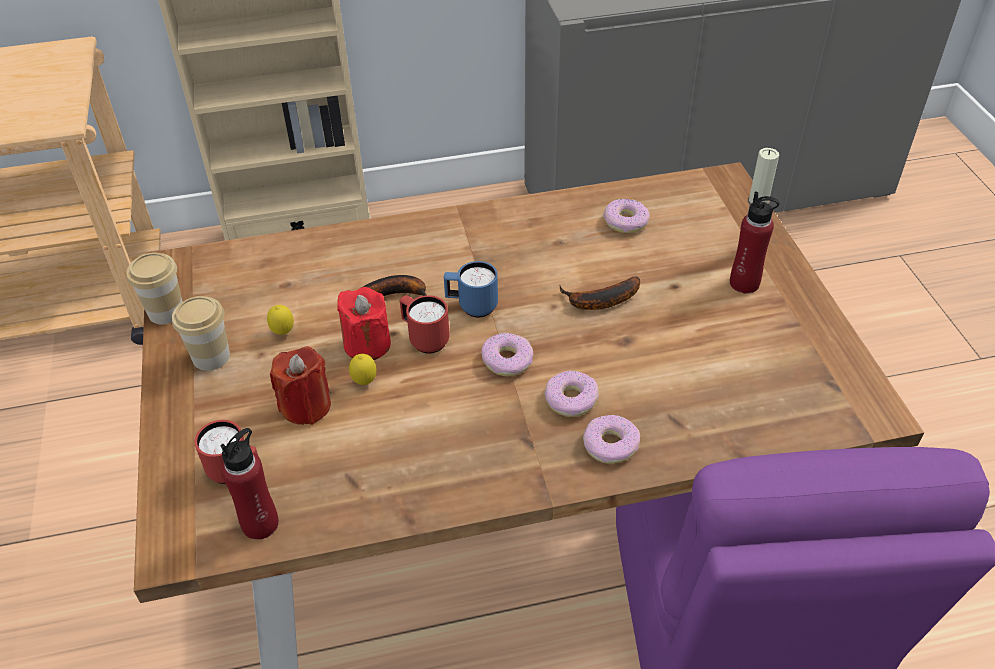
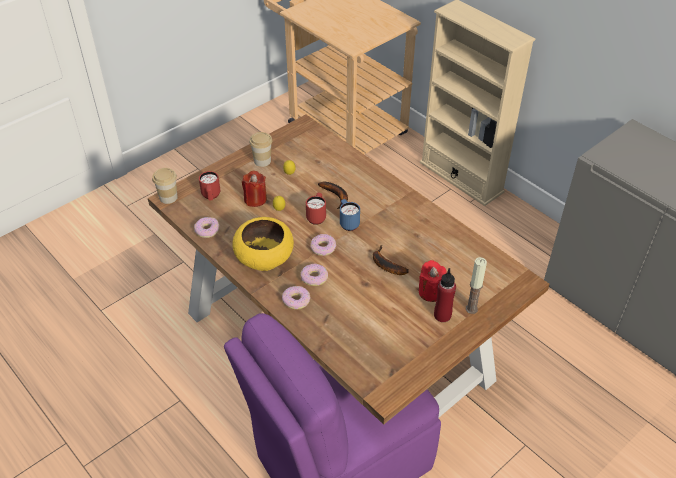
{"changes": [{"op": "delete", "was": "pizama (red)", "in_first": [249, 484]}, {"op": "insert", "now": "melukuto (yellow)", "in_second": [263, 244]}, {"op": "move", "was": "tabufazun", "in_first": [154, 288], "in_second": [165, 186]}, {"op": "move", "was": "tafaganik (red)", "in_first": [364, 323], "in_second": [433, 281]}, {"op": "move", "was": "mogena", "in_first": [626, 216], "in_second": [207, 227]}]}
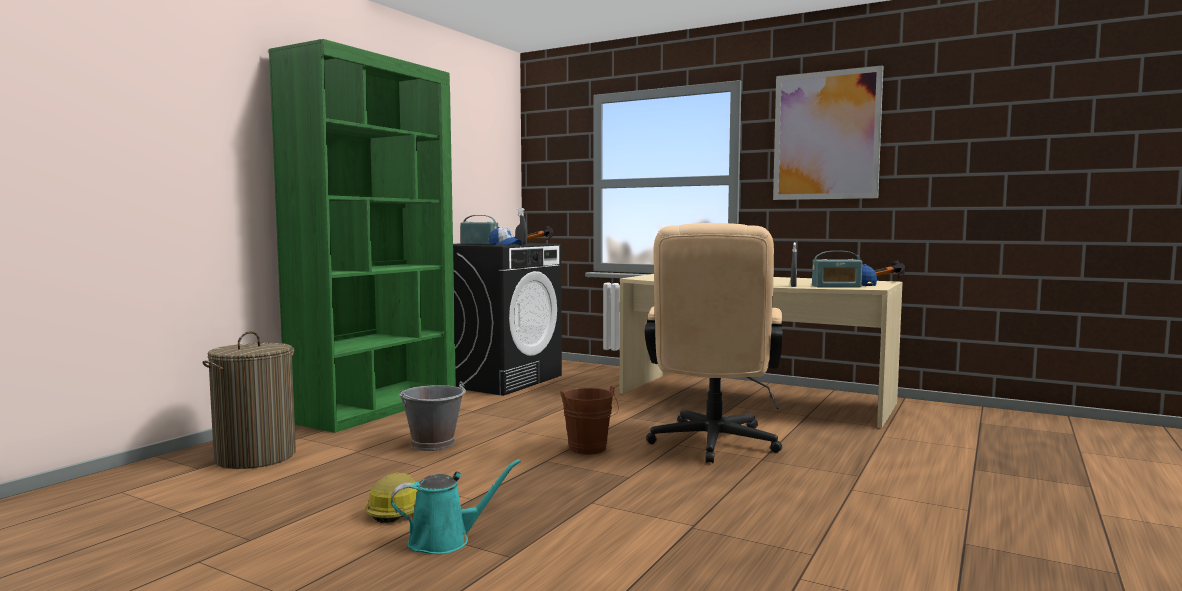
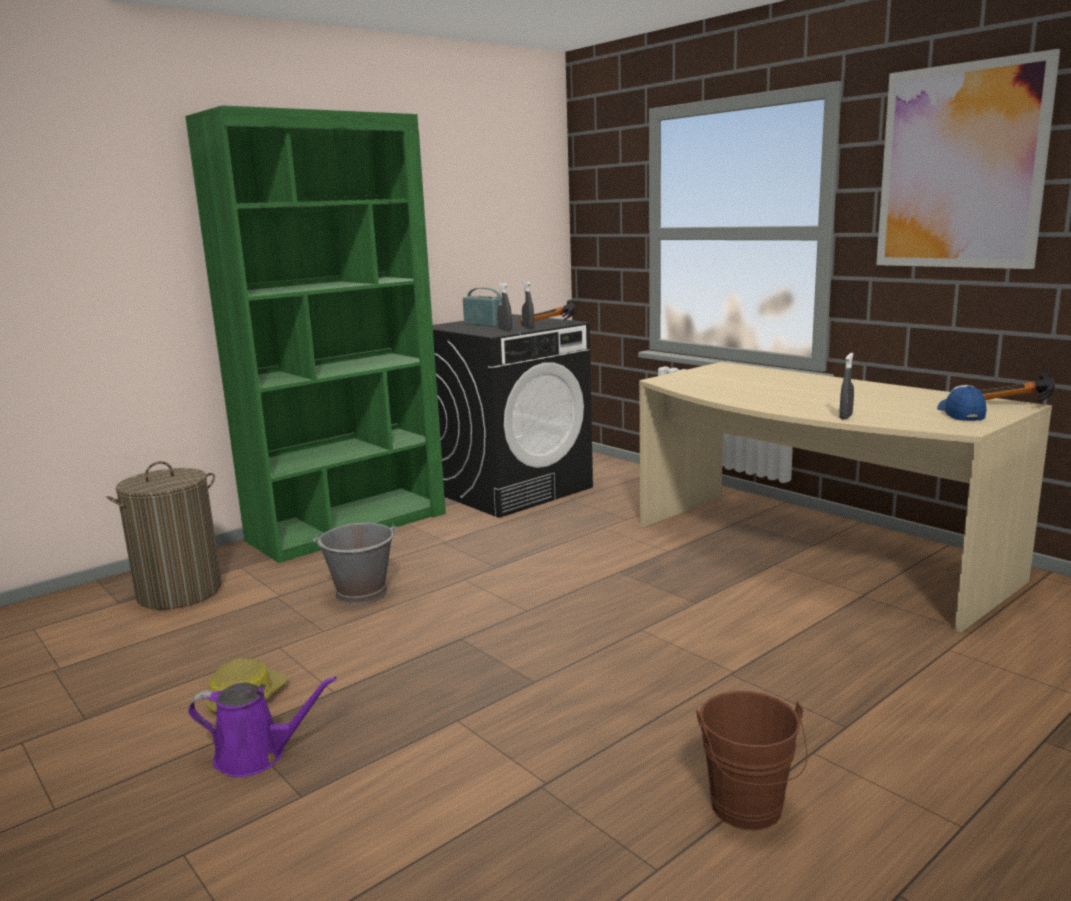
{"changes": [{"op": "delete", "was": "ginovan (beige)", "in_first": [713, 343]}, {"op": "delete", "was": "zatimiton", "in_first": [837, 269]}, {"op": "move", "was": "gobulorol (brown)", "in_first": [589, 420], "in_second": [751, 761]}, {"op": "replace", "was": "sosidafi", "now": "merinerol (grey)", "in_first": [505, 236], "in_second": [504, 307]}, {"op": "recolor", "was": "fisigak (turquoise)", "now": "fisigak (purple)", "in_first": [456, 506], "in_second": [262, 727]}]}
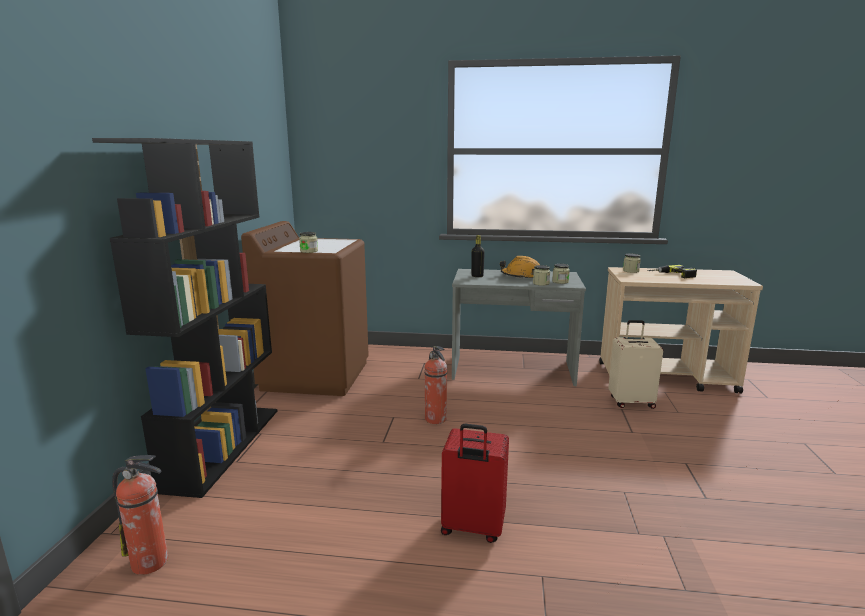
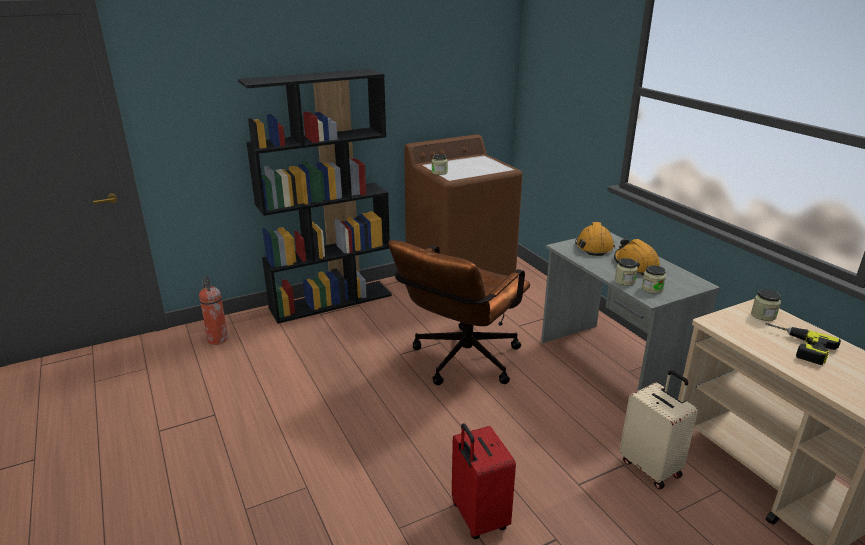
{"changes": [{"op": "move", "was": "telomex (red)", "in_first": [475, 483], "in_second": [484, 481]}, {"op": "replace", "was": "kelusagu", "now": "ginovan (brown)", "in_first": [435, 385], "in_second": [459, 312]}, {"op": "replace", "was": "pizama (black)", "now": "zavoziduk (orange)", "in_first": [478, 256], "in_second": [595, 239]}]}
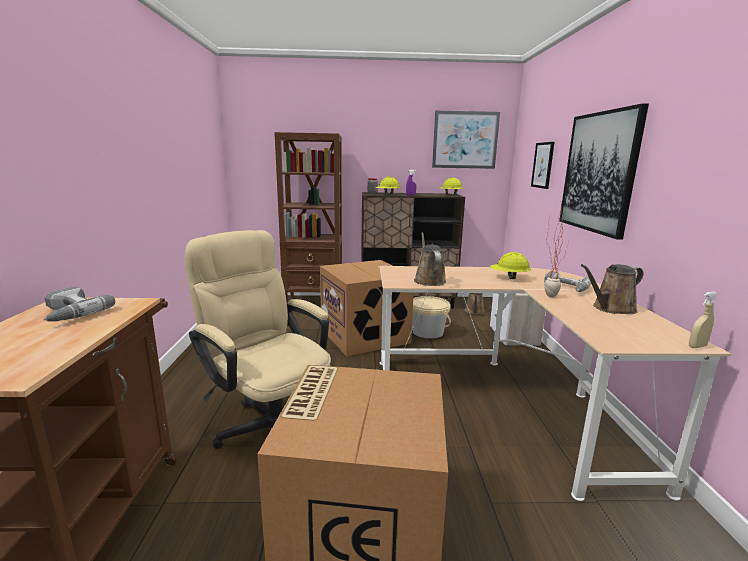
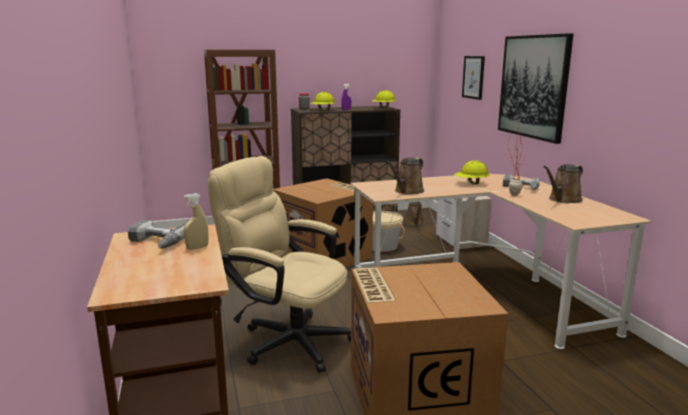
{"changes": [{"op": "delete", "was": "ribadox", "in_first": [466, 140]}, {"op": "move", "was": "merinerol (beige)", "in_first": [703, 320], "in_second": [196, 221]}, {"op": "rotate", "was": "fisigak (brown)", "in_first": [430, 259], "in_second": [405, 176], "clockwise": -120}]}
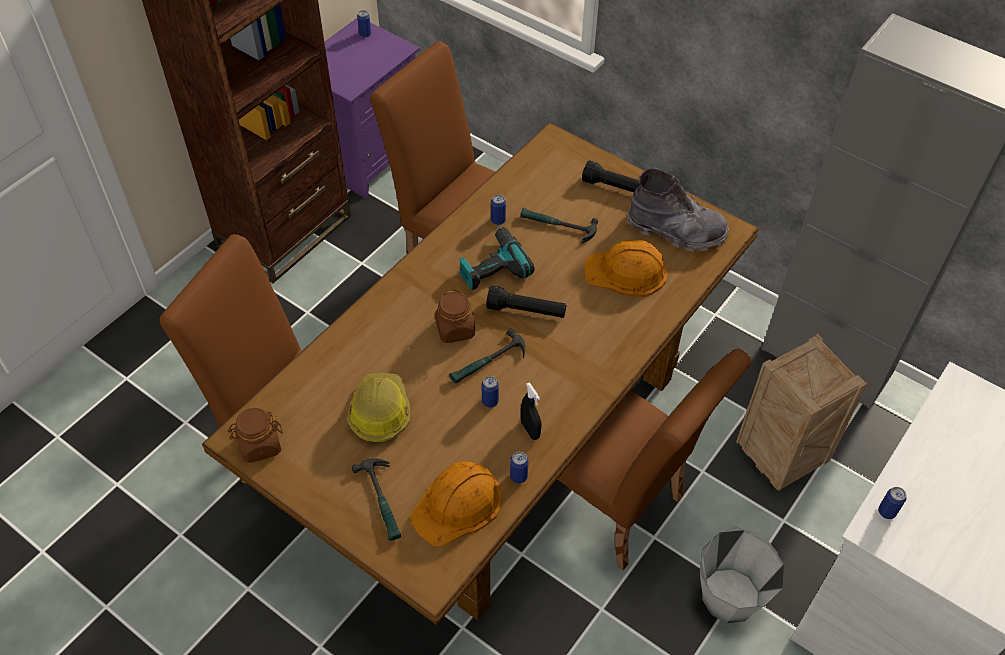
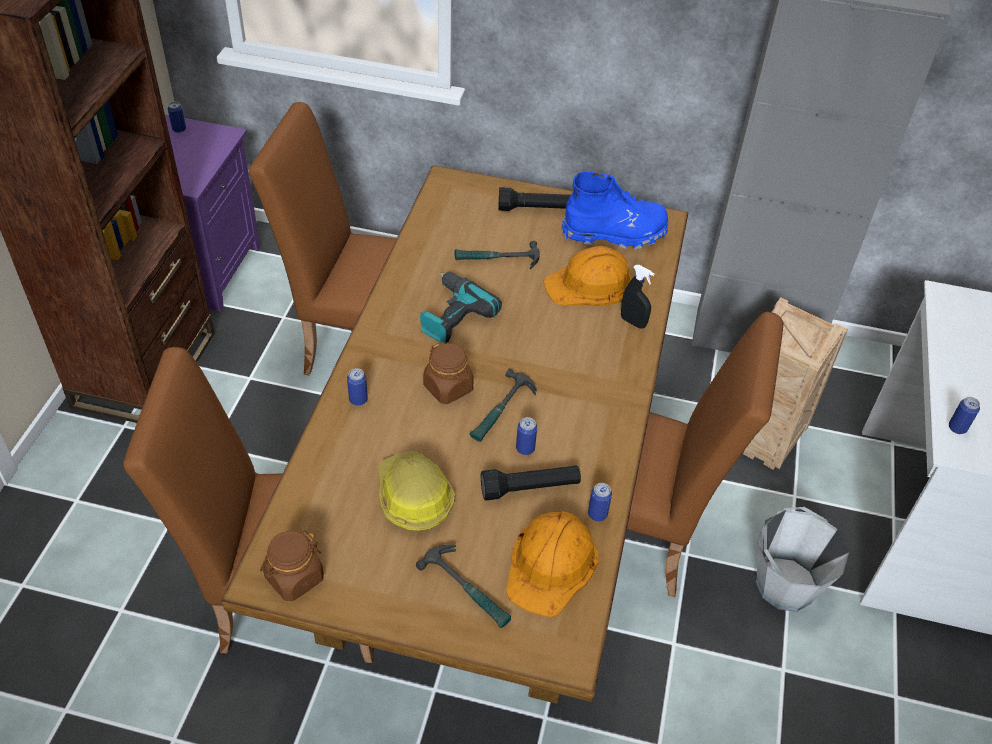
{"changes": [{"op": "move", "was": "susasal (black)", "in_first": [526, 301], "in_second": [531, 483]}, {"op": "move", "was": "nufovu", "in_first": [498, 210], "in_second": [357, 387]}, {"op": "move", "was": "merinerol (black)", "in_first": [531, 411], "in_second": [638, 297]}, {"op": "recolor", "was": "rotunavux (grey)", "now": "rotunavux (blue)", "in_first": [678, 210], "in_second": [615, 210]}]}
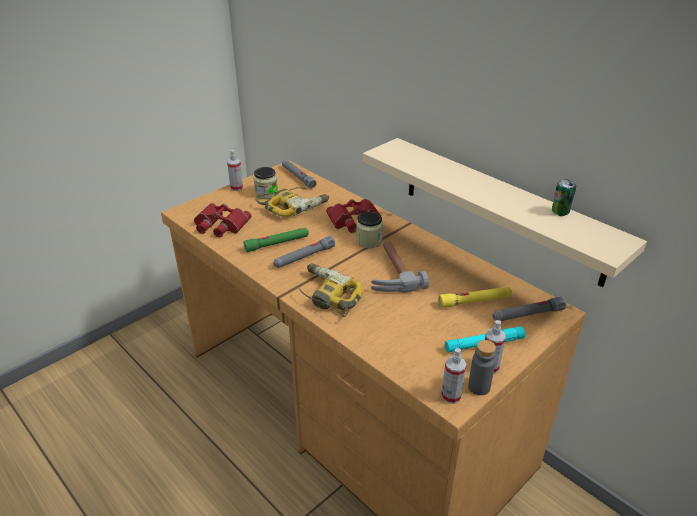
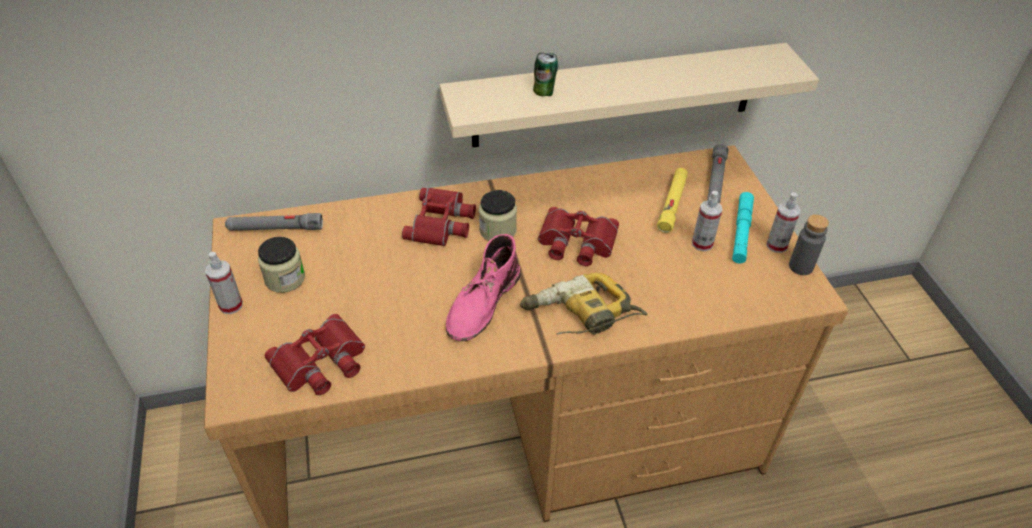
{"changes": [{"op": "delete", "was": "susasal (green)", "in_first": [276, 240]}, {"op": "delete", "was": "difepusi", "in_first": [292, 202]}, {"op": "move", "was": "merinerol", "in_first": [454, 376], "in_second": [707, 221]}, {"op": "move", "was": "nufovu", "in_first": [564, 198], "in_second": [545, 74]}, {"op": "replace", "was": "susasal (grey)", "now": "rotunavux (pink)", "in_first": [304, 252], "in_second": [483, 287]}, {"op": "replace", "was": "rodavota", "now": "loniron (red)", "in_first": [400, 266], "in_second": [578, 236]}]}
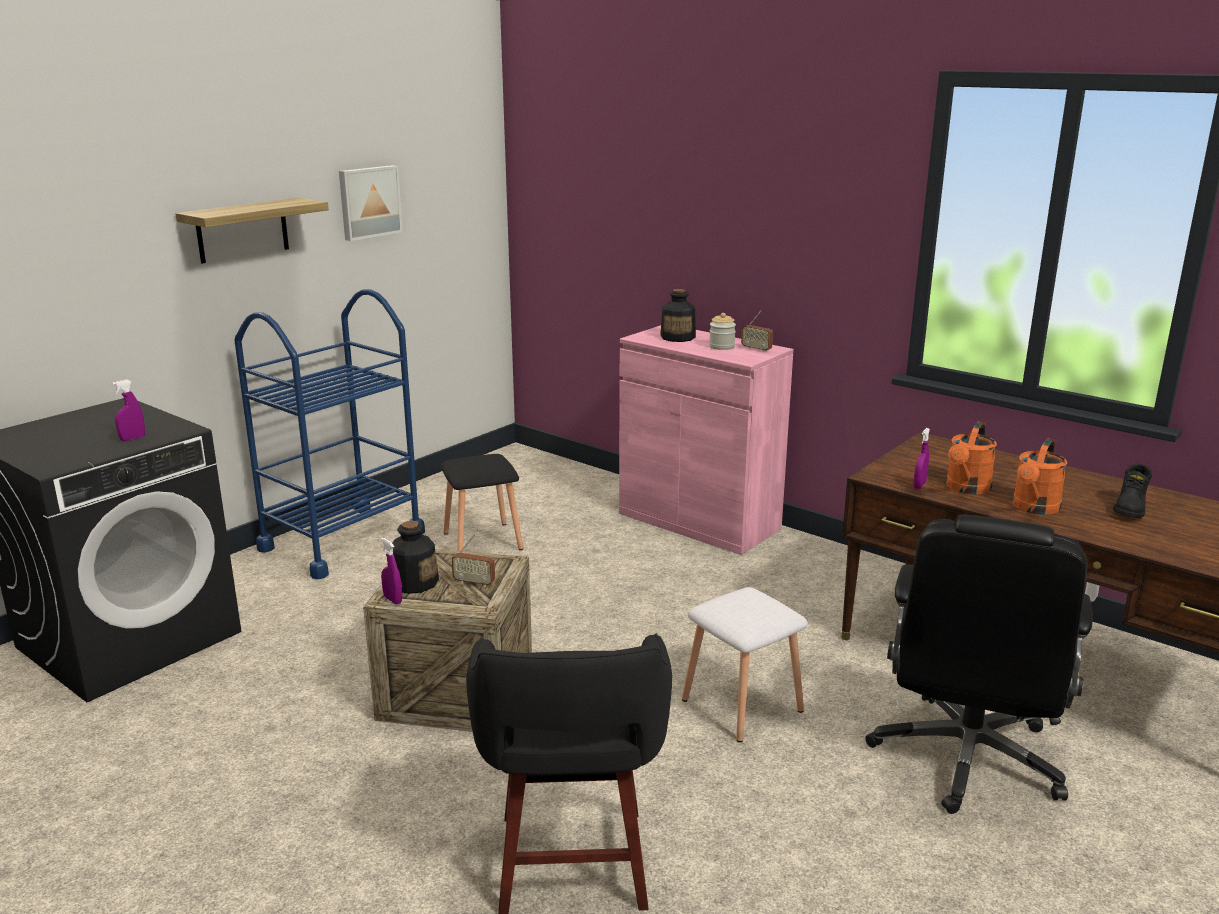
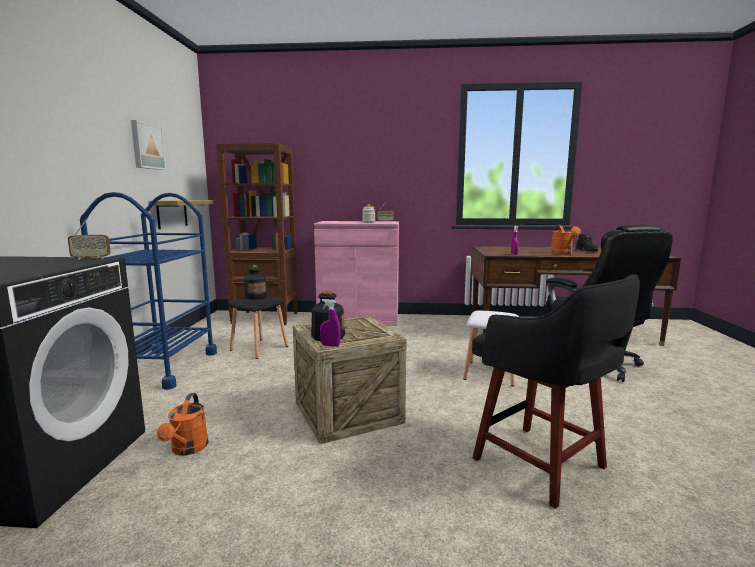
{"changes": [{"op": "delete", "was": "merinerol (purple)", "in_first": [128, 410]}, {"op": "insert", "now": "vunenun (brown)", "in_second": [257, 234]}, {"op": "move", "was": "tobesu", "in_first": [252, 231], "in_second": [181, 214]}, {"op": "move", "was": "zatimiton", "in_first": [473, 560], "in_second": [89, 238]}, {"op": "move", "was": "pizama", "in_first": [678, 315], "in_second": [255, 282]}, {"op": "move", "was": "fisigak (orange)", "in_first": [971, 458], "in_second": [183, 424]}]}
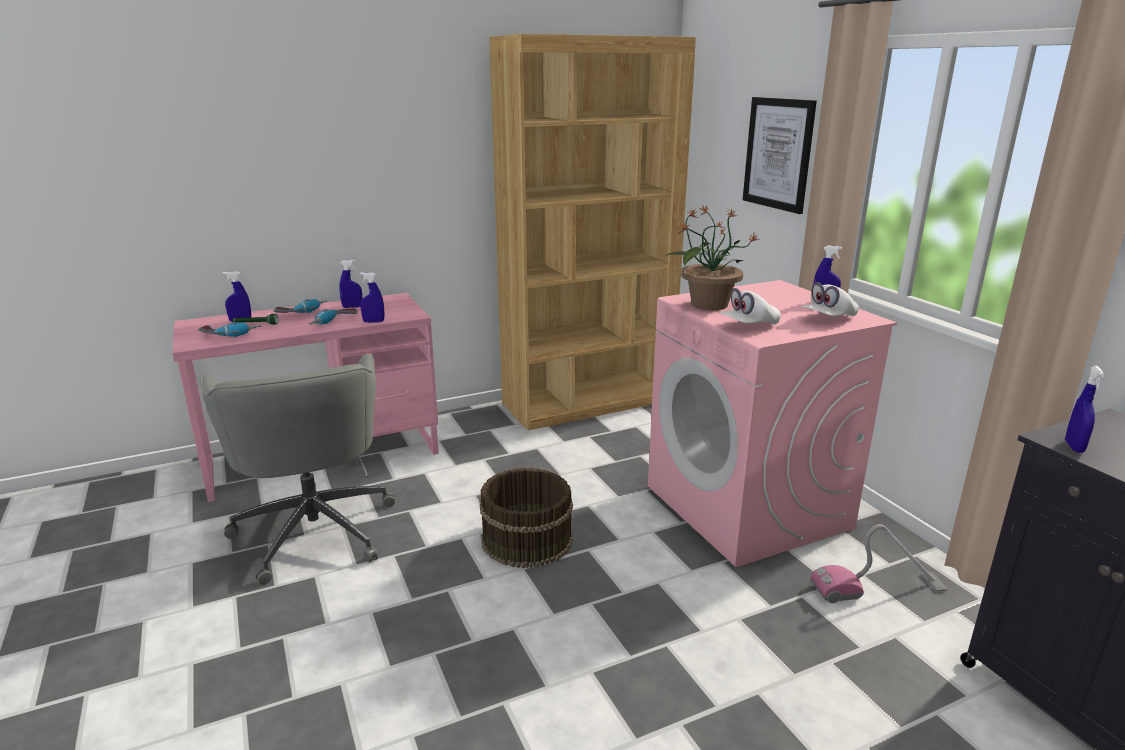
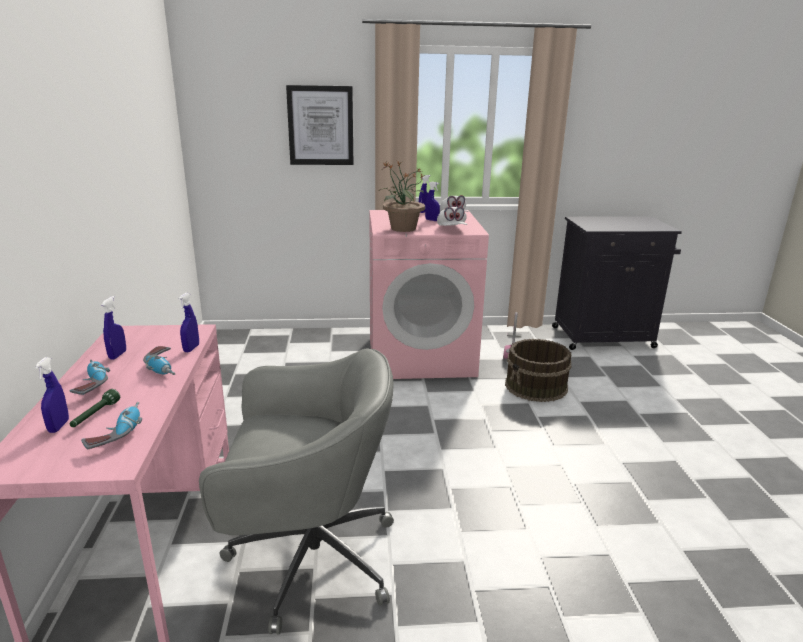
{"changes": [{"op": "delete", "was": "vunenun (brown)", "in_first": [592, 232]}, {"op": "move", "was": "gobulorol (brown)", "in_first": [526, 518], "in_second": [538, 370]}, {"op": "move", "was": "merinerol (blue)", "in_first": [1085, 409], "in_second": [432, 201]}]}
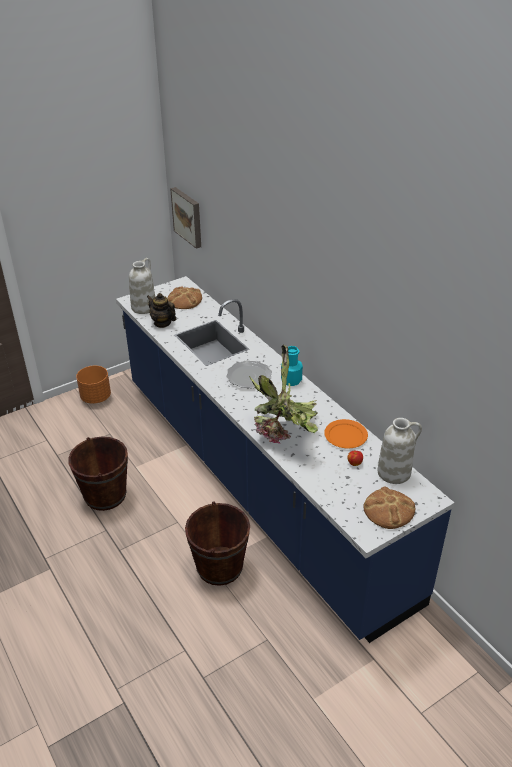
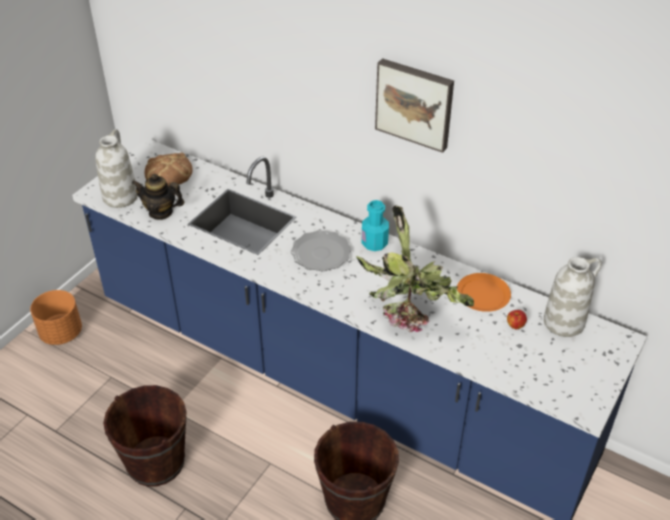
{"changes": [{"op": "delete", "was": "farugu", "in_first": [389, 508]}, {"op": "move", "was": "ribadox", "in_first": [185, 218], "in_second": [414, 105]}]}
